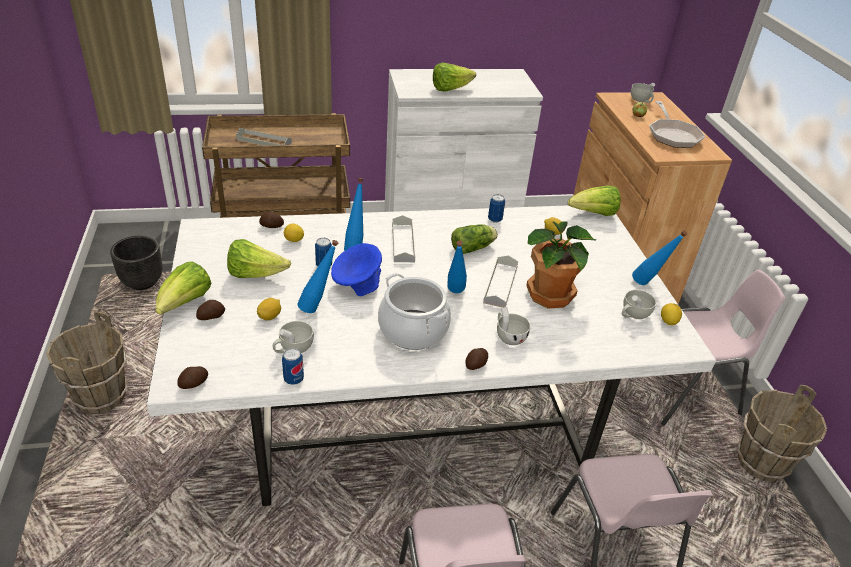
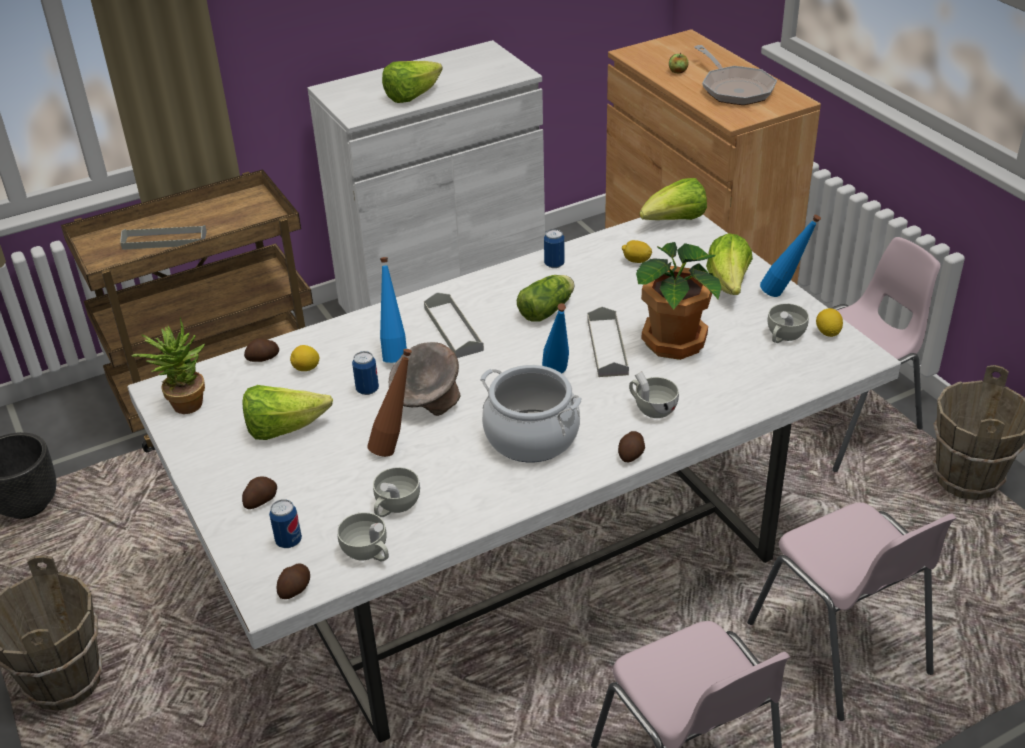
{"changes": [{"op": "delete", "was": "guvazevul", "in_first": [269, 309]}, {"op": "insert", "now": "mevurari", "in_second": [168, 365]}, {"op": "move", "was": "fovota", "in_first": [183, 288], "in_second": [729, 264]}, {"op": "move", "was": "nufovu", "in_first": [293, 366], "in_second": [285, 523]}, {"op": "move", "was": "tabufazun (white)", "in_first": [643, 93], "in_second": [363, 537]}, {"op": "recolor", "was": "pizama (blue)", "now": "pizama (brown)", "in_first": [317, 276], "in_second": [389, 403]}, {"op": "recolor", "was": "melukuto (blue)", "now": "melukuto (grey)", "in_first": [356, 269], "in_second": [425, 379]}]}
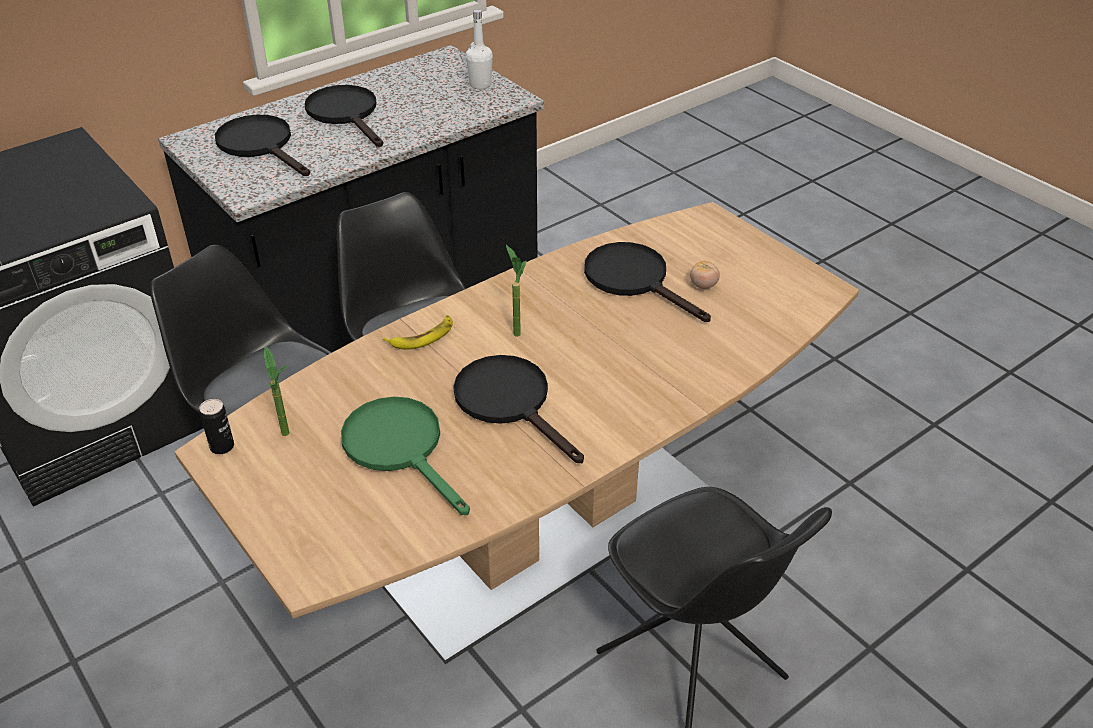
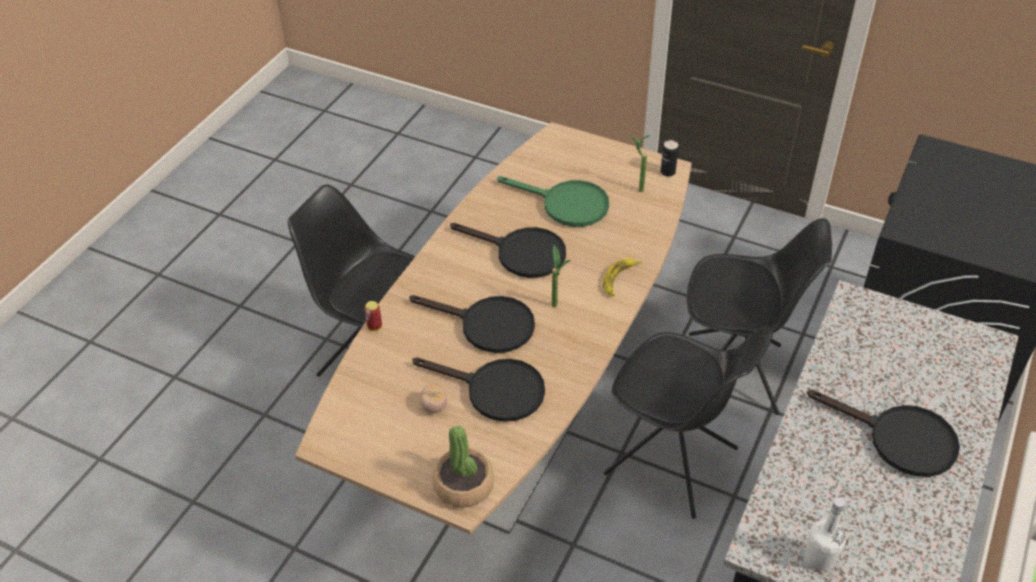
{"changes": [{"op": "insert", "now": "nufovu", "in_second": [373, 316]}, {"op": "insert", "now": "mevurari", "in_second": [463, 467]}, {"op": "move", "was": "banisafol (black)", "in_first": [262, 145], "in_second": [472, 324]}]}
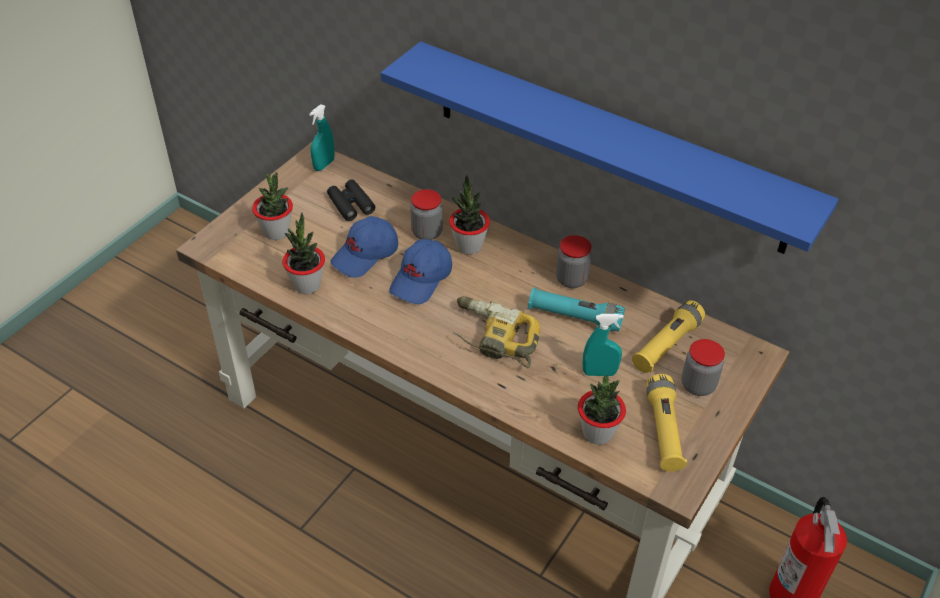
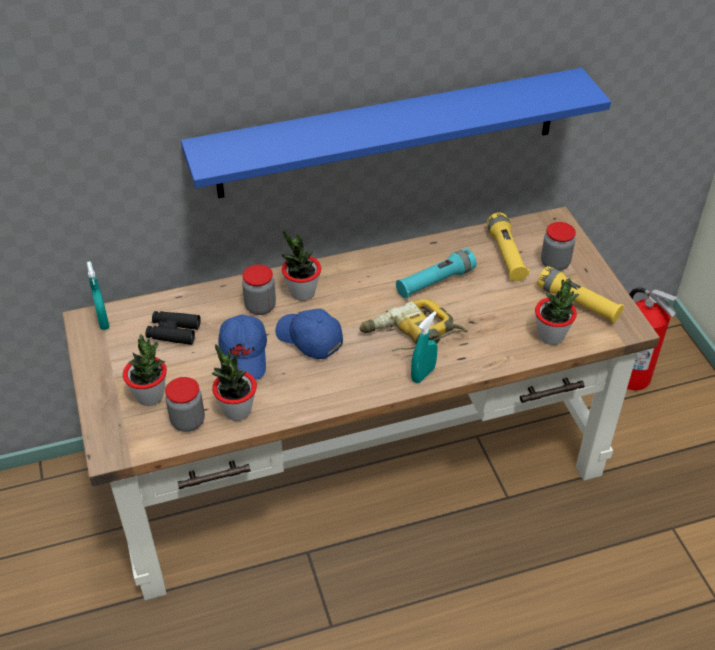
{"changes": [{"op": "move", "was": "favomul", "in_first": [574, 261], "in_second": [185, 404]}, {"op": "move", "was": "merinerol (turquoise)", "in_first": [603, 345], "in_second": [424, 347]}, {"op": "rotate", "was": "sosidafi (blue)", "in_first": [420, 271], "in_second": [309, 334], "clockwise": 150}]}
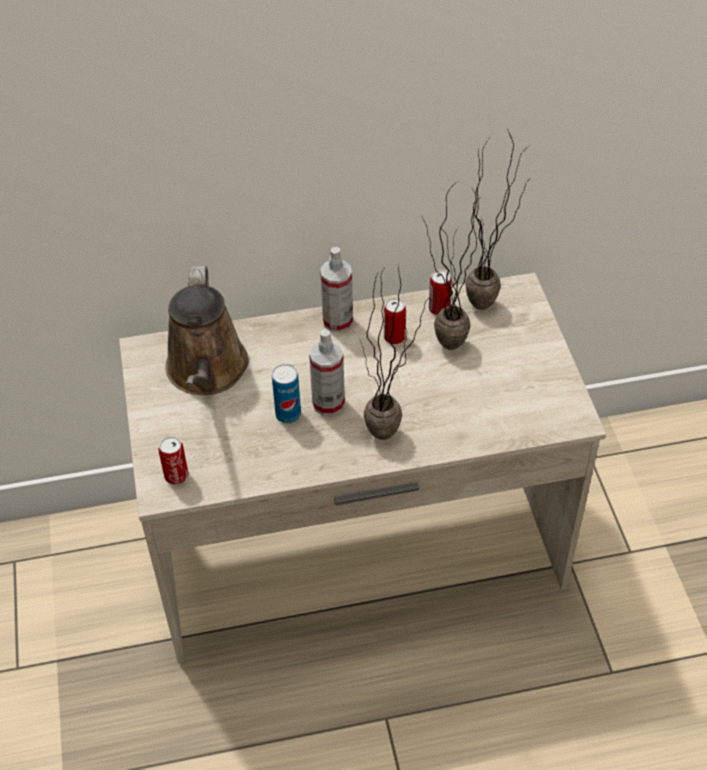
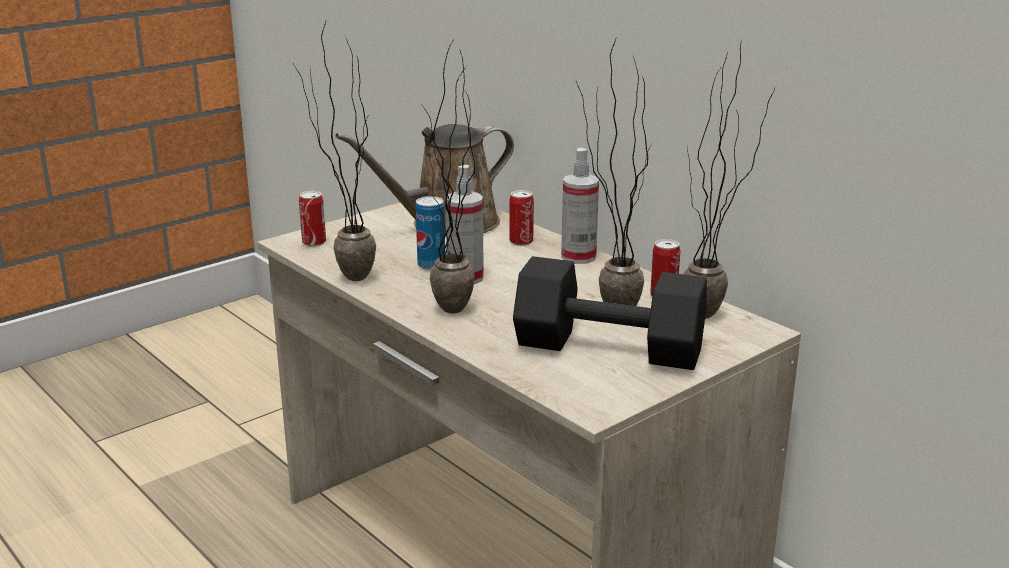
{"changes": [{"op": "insert", "now": "mevurari", "in_second": [335, 151]}, {"op": "insert", "now": "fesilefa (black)", "in_second": [610, 313]}, {"op": "move", "was": "nufovu", "in_first": [395, 321], "in_second": [521, 218]}]}
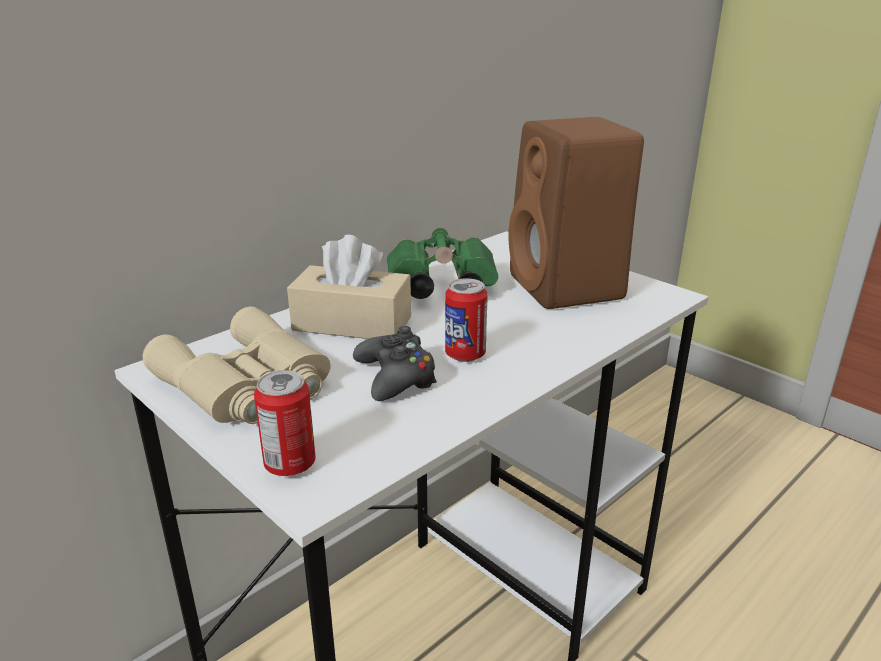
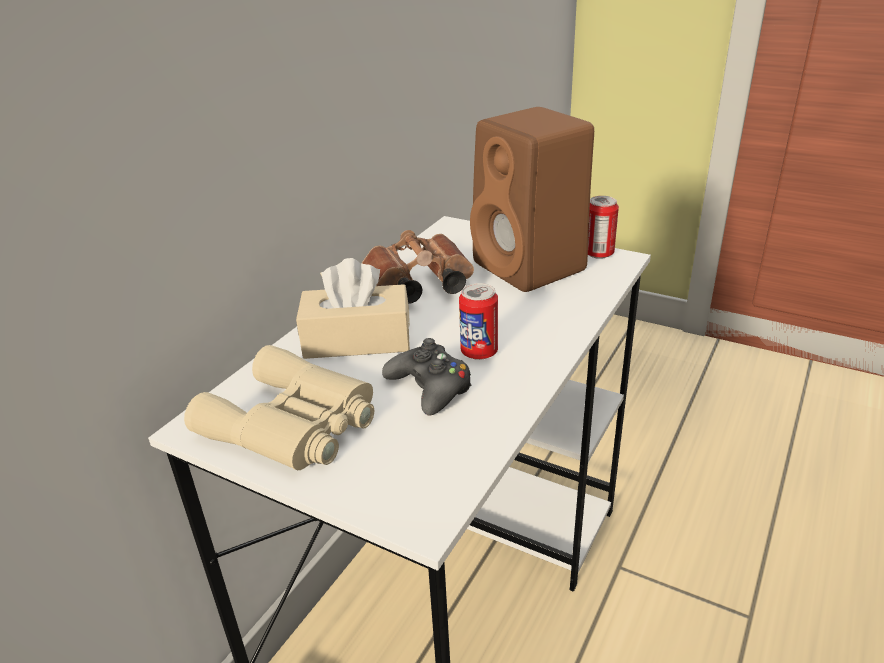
{"changes": [{"op": "move", "was": "nufovu", "in_first": [285, 423], "in_second": [603, 227]}, {"op": "recolor", "was": "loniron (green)", "now": "loniron (brown)", "in_first": [443, 263], "in_second": [418, 267]}]}
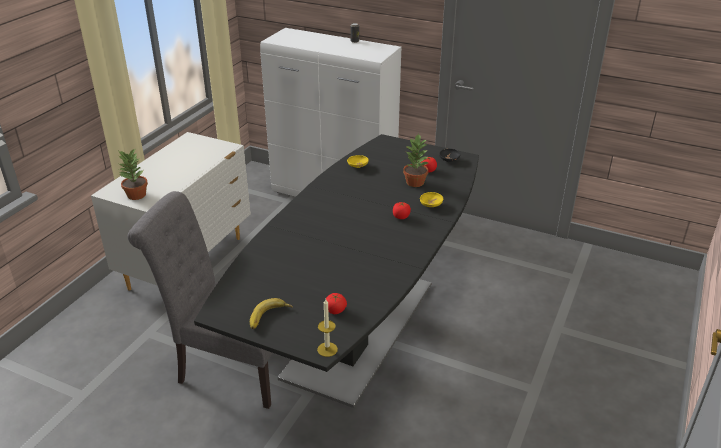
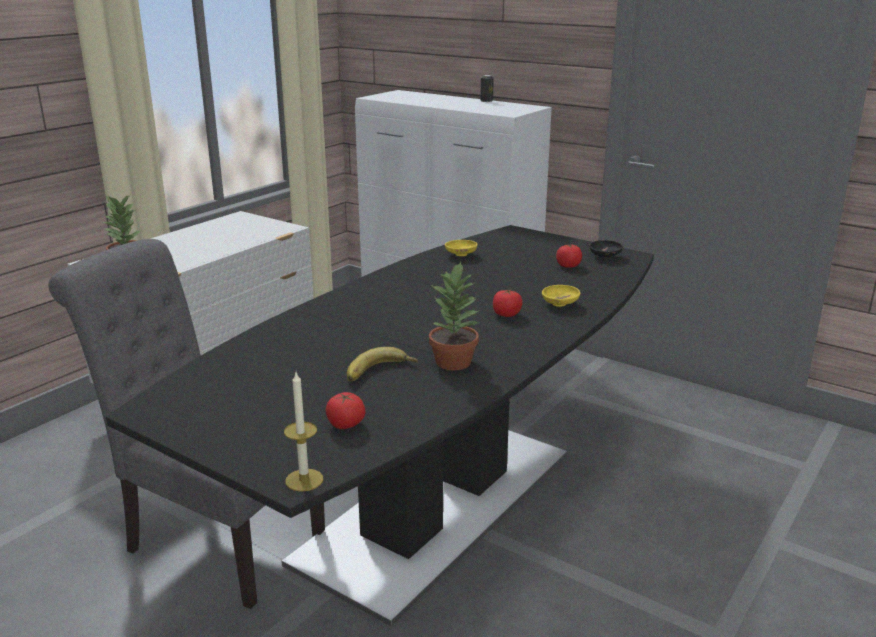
{"changes": [{"op": "move", "was": "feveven", "in_first": [271, 313], "in_second": [382, 364]}, {"op": "move", "was": "mevurari", "in_first": [415, 160], "in_second": [454, 316]}]}
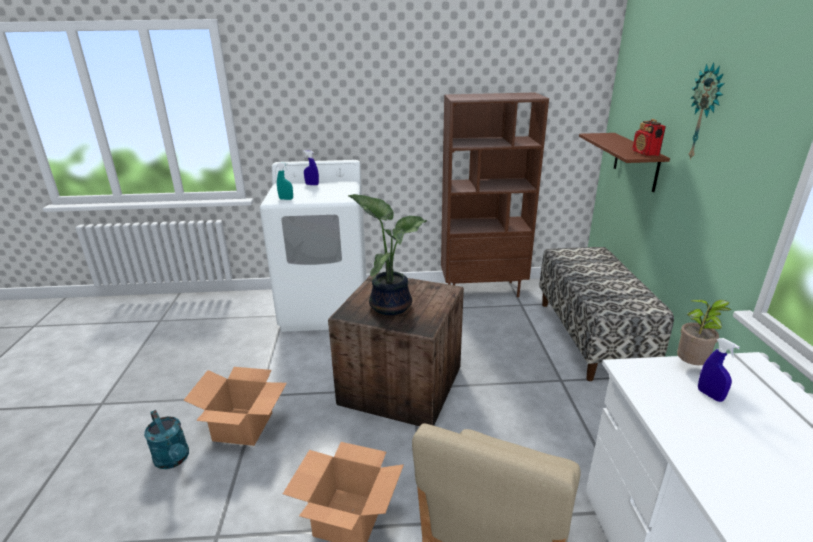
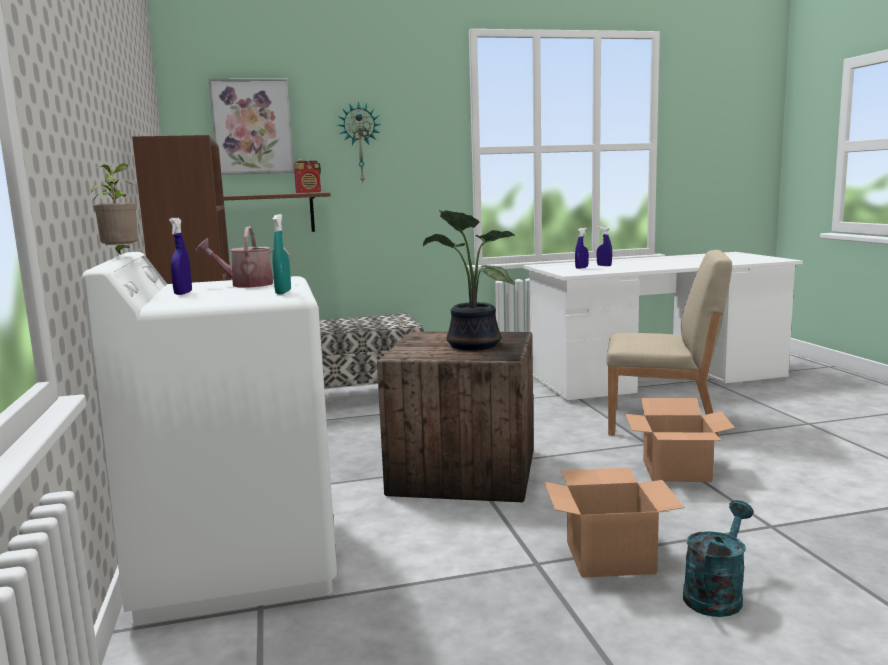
{"changes": [{"op": "insert", "now": "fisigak", "in_second": [242, 256]}, {"op": "insert", "now": "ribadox", "in_second": [251, 127]}, {"op": "insert", "now": "merinerol (blue)", "in_second": [604, 246]}, {"op": "move", "was": "mevurari", "in_first": [704, 332], "in_second": [114, 209]}]}
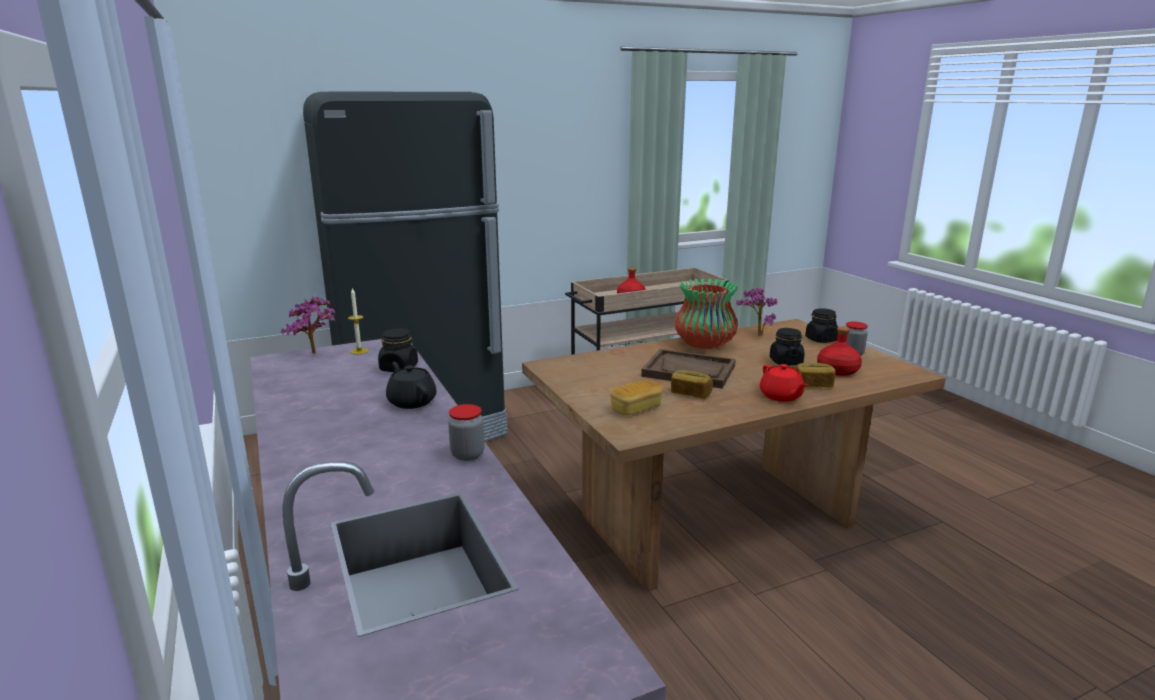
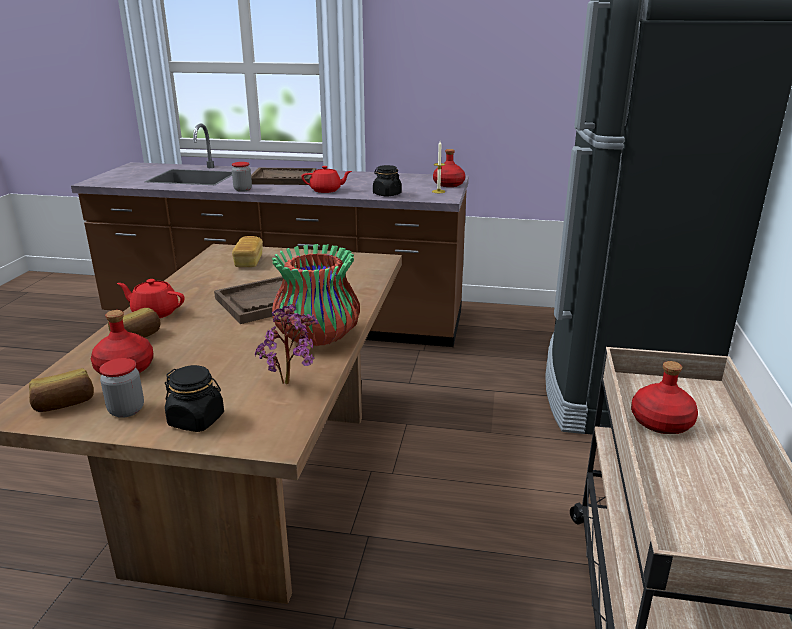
{"changes": [{"op": "delete", "was": "favomul (black)", "in_first": [787, 347]}, {"op": "insert", "now": "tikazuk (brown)", "in_second": [283, 176]}, {"op": "move", "was": "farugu", "in_first": [692, 384], "in_second": [61, 390]}, {"op": "replace", "was": "mevurari", "now": "pizama (red)", "in_first": [308, 324], "in_second": [449, 168]}, {"op": "recolor", "was": "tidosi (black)", "now": "tidosi (red)", "in_first": [411, 385], "in_second": [326, 179]}]}
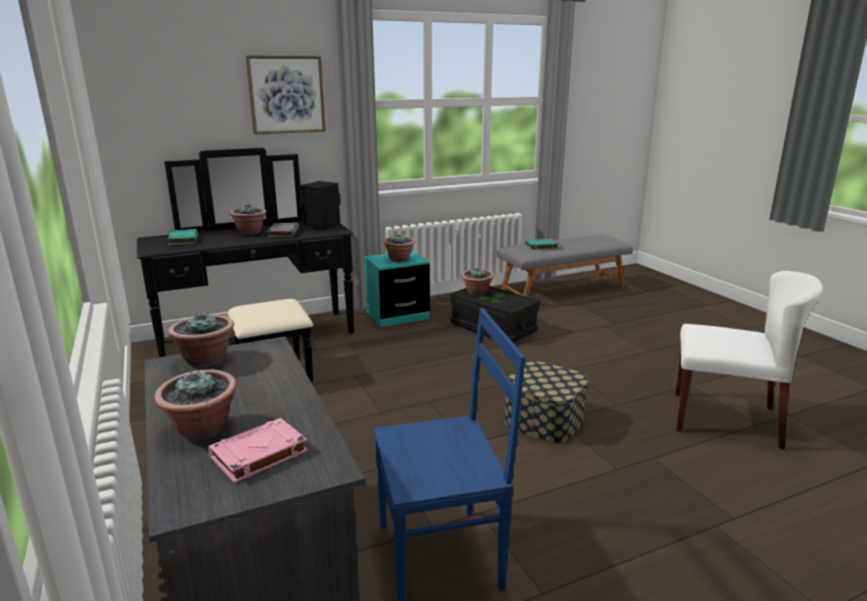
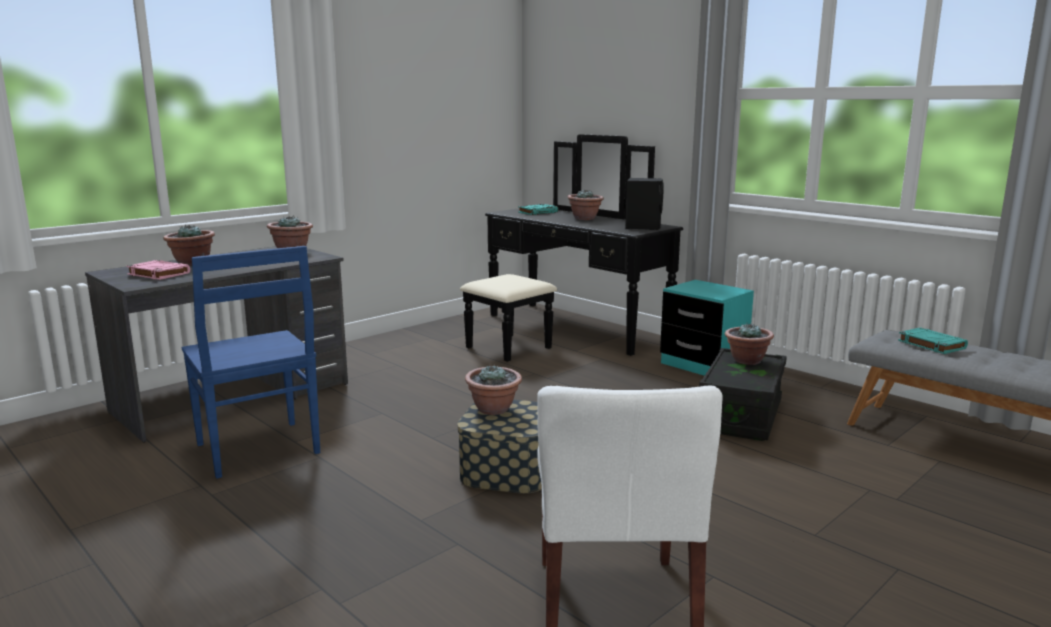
{"changes": [{"op": "delete", "was": "ribadox", "in_first": [286, 95]}, {"op": "delete", "was": "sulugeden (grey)", "in_first": [283, 230]}, {"op": "move", "was": "mevurari", "in_first": [399, 248], "in_second": [493, 389]}]}
